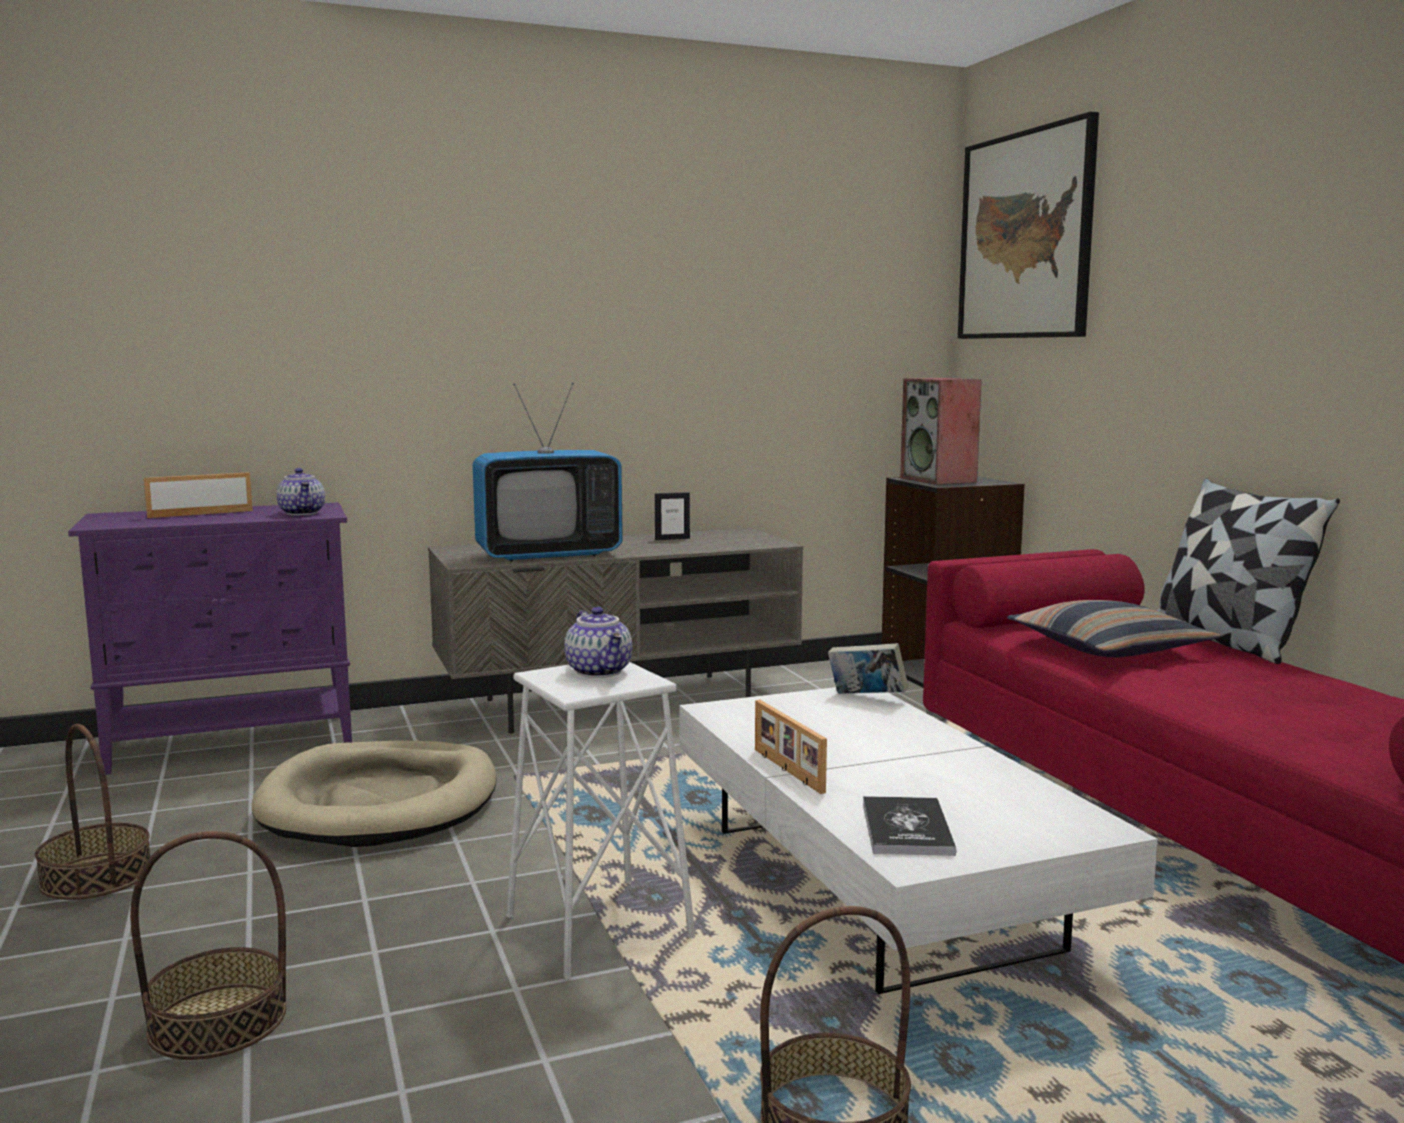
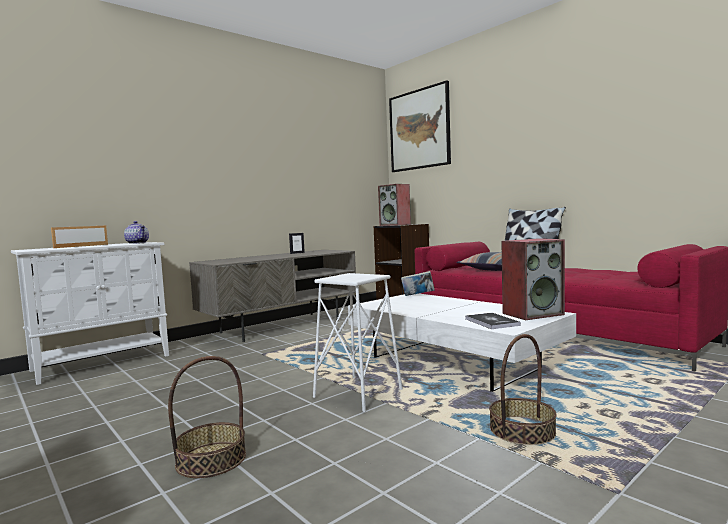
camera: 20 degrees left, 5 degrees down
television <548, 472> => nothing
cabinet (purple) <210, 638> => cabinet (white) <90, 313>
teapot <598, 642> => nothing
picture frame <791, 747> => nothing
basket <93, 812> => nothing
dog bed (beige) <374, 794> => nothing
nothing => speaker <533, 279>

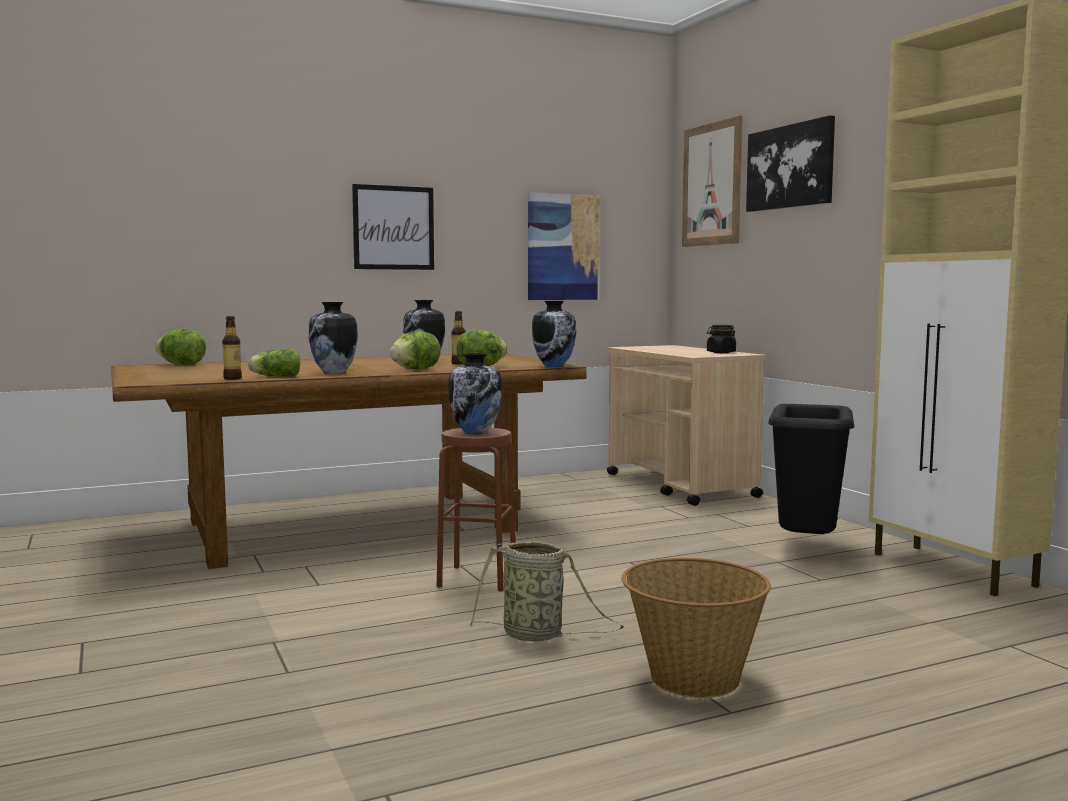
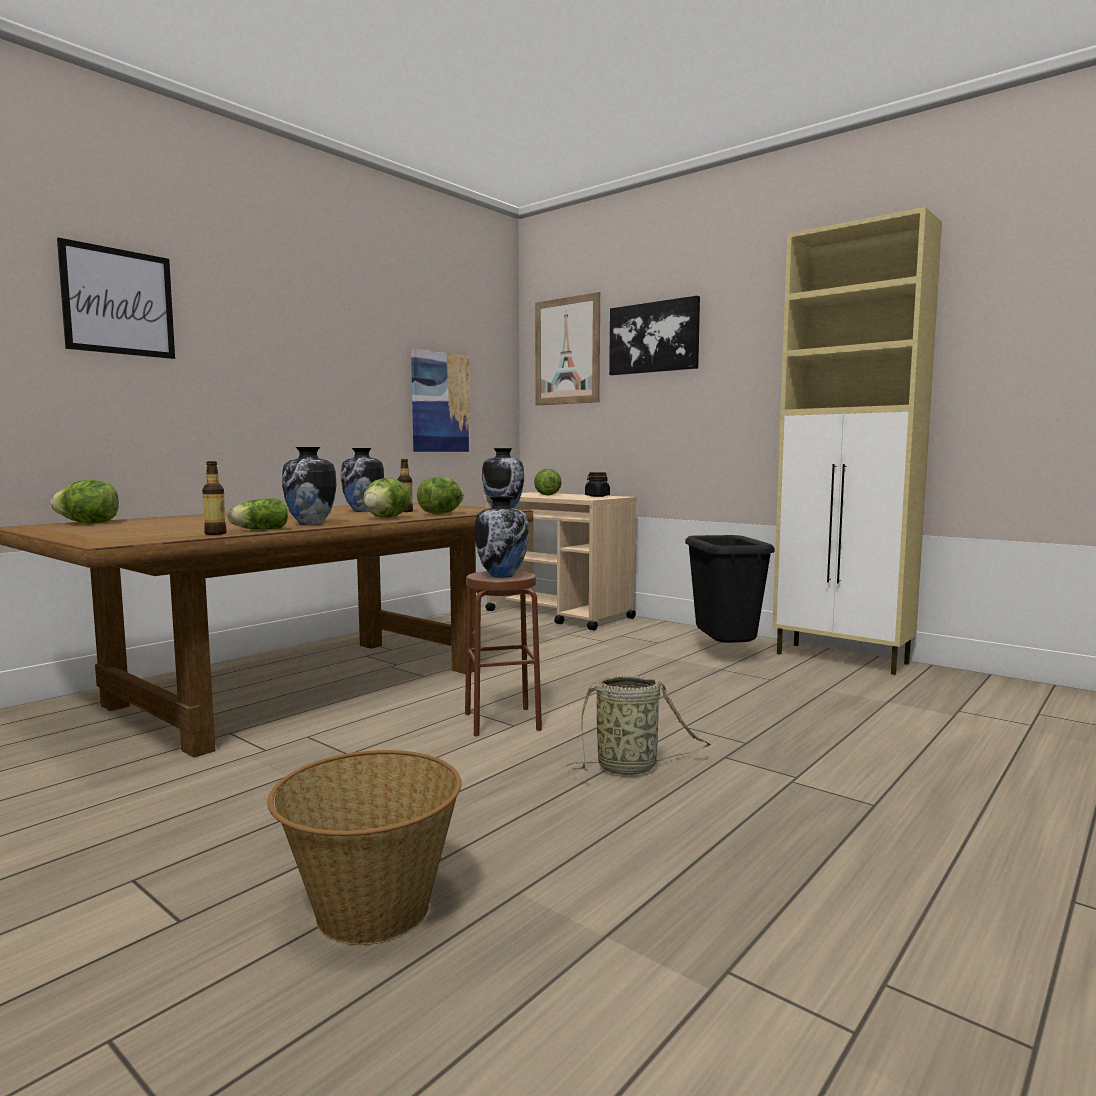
camera: 25 degrees left, 0 degrees up
picture <393, 227> => picture <116, 298>, relocated
basket <696, 628> => basket <364, 847>, relocated
nothing => lettuce <548, 482>

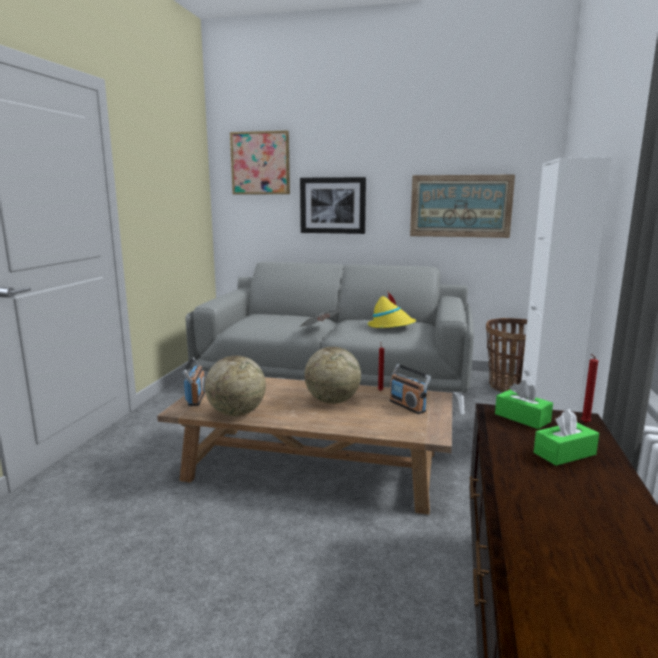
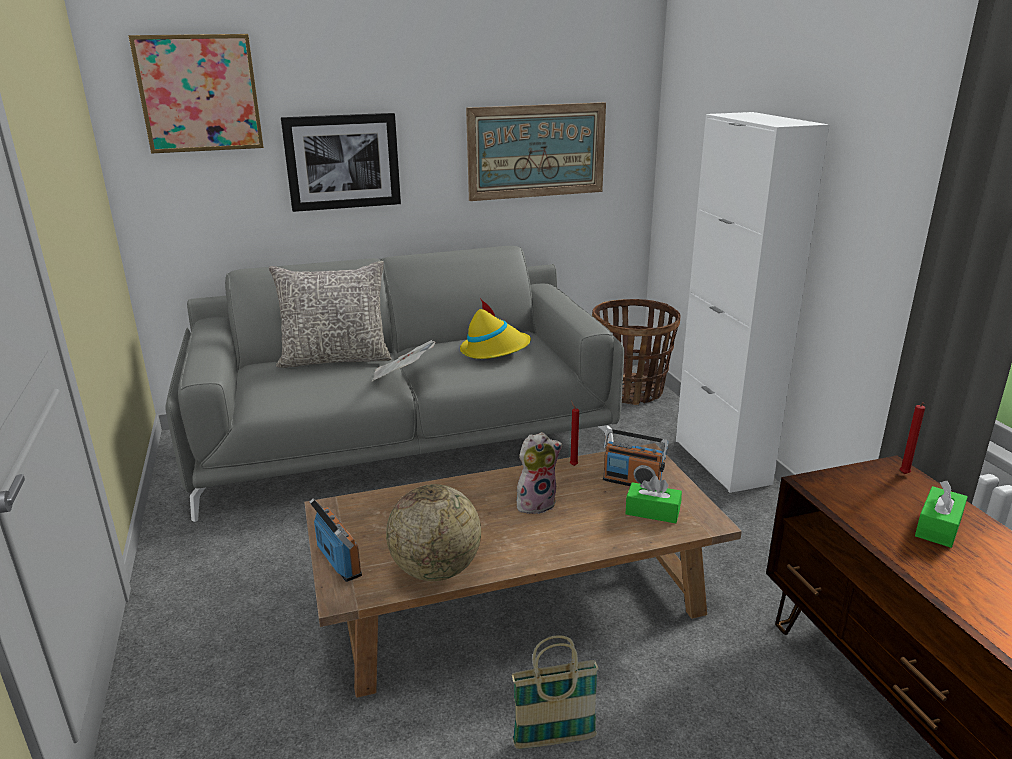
camera: 30 degrees left, 10 degrees up
globe <332, 375> => plush toy <539, 473>
tissue box (green) <524, 404> => tissue box (green) <653, 499>, relocated
nothing => pillow (grey) <330, 314>
nothing => basket <555, 692>

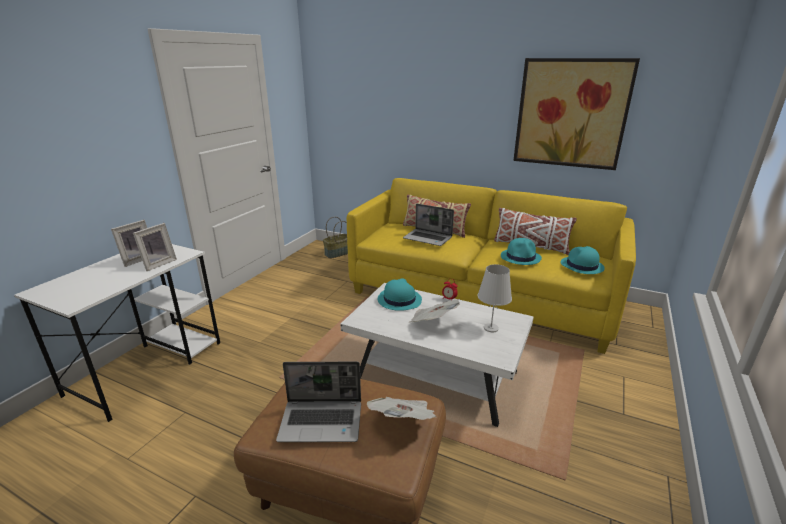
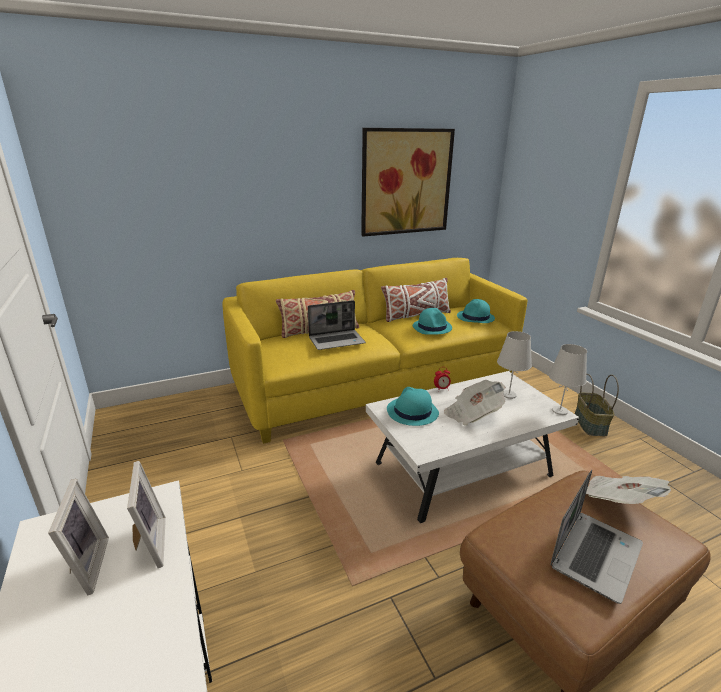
camera: 50 degrees left, 0 degrees up
basket <335, 237> => basket <597, 405>, relocated
nothing => table lamp (white) <568, 379>

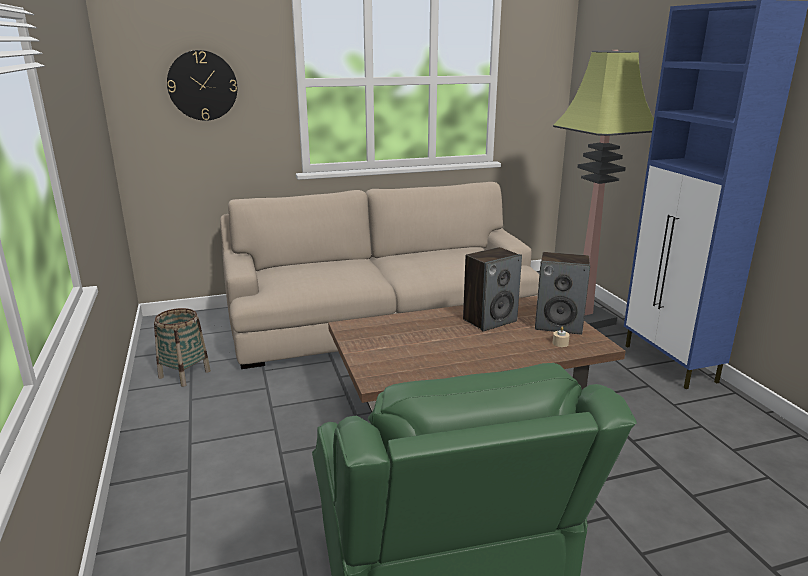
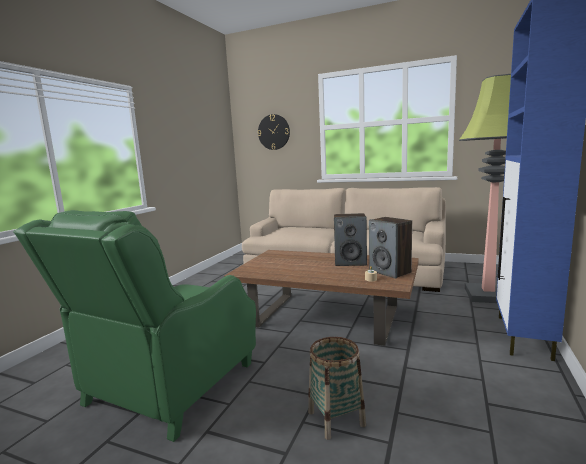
camera: 40 degrees right, 10 degrees down
basket <182, 347> => basket <337, 388>, relocated

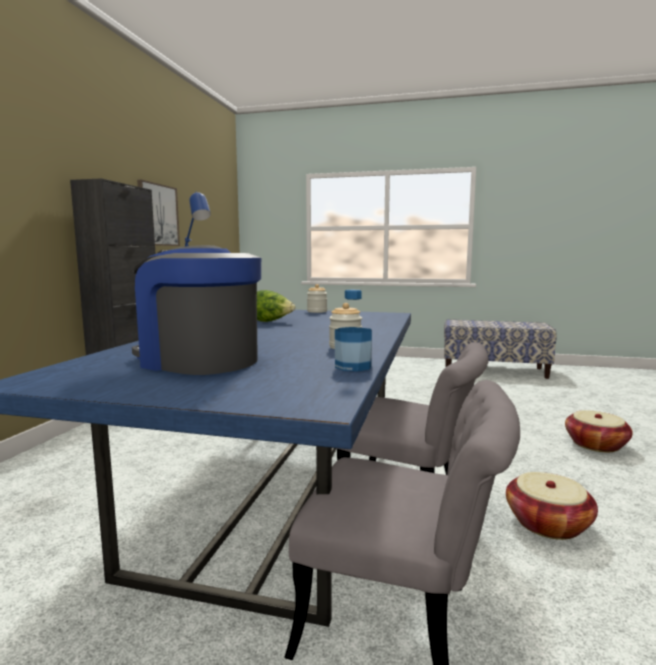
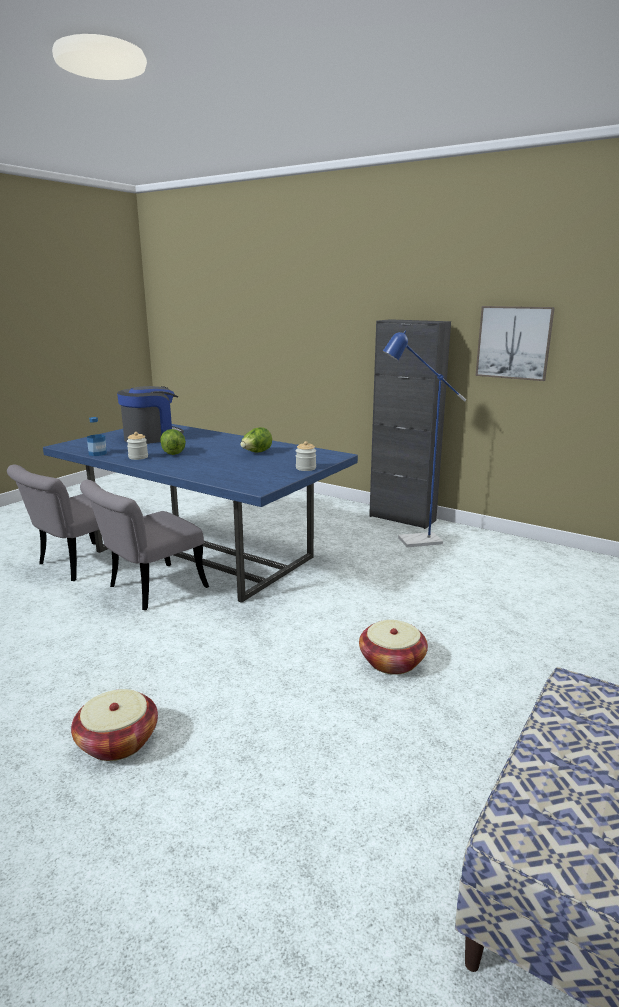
camera: 110 degrees right, 10 degrees up
basket <552, 506> => basket <393, 647>, relocated
nothing => lettuce <173, 442>

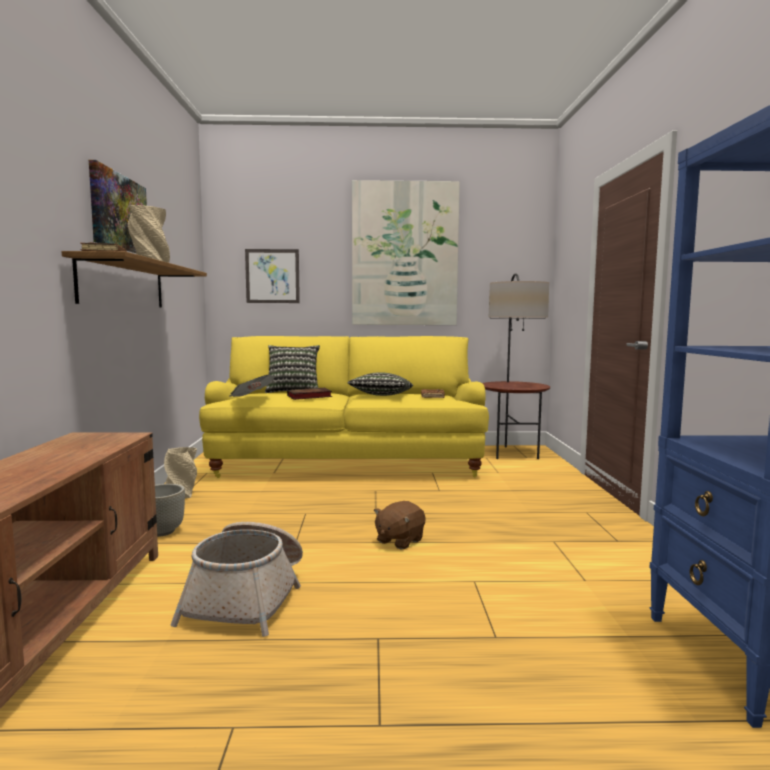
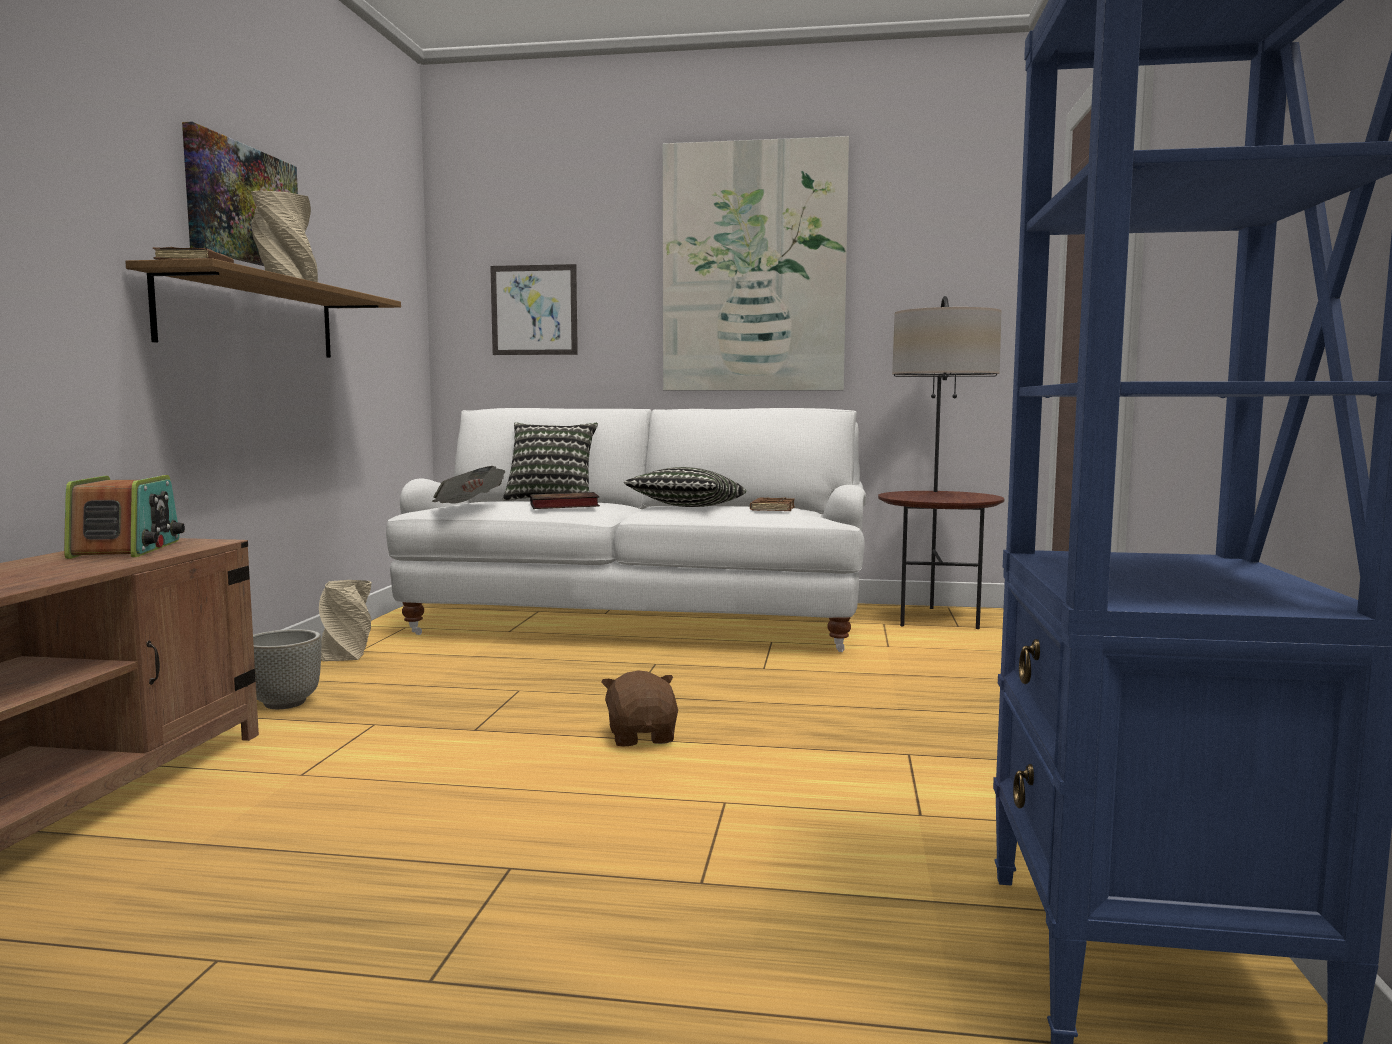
camera: 10 degrees right, 0 degrees up
sofa (yellow) <344, 407> => sofa (white) <626, 530>
plush toy (brown) <400, 525> => plush toy (brown) <639, 709>, 120 degrees clockwise
basket <236, 579> => nothing
nothing => radio <124, 517>

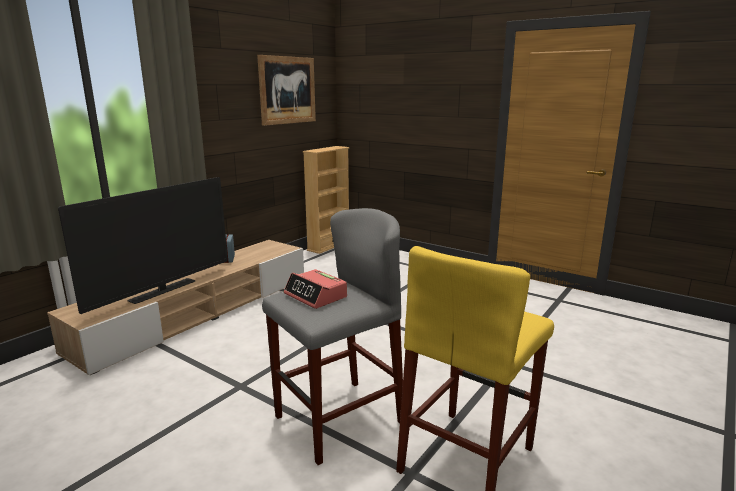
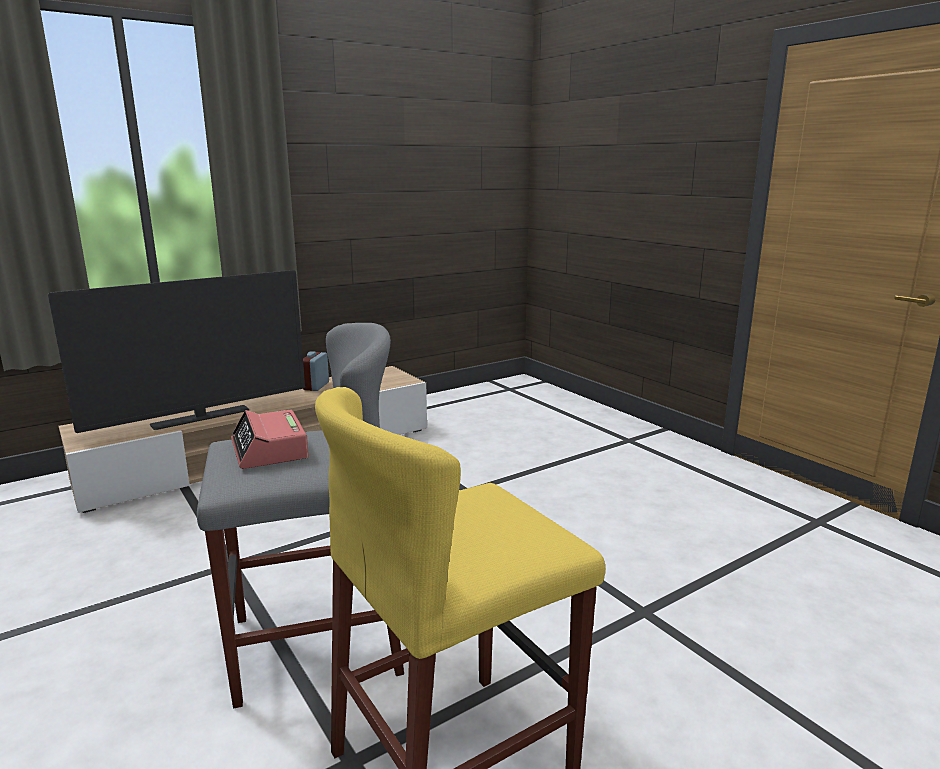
camera: 20 degrees right, 0 degrees up
picture <286, 90> => nothing
bookcase (beige) <326, 200> => nothing

